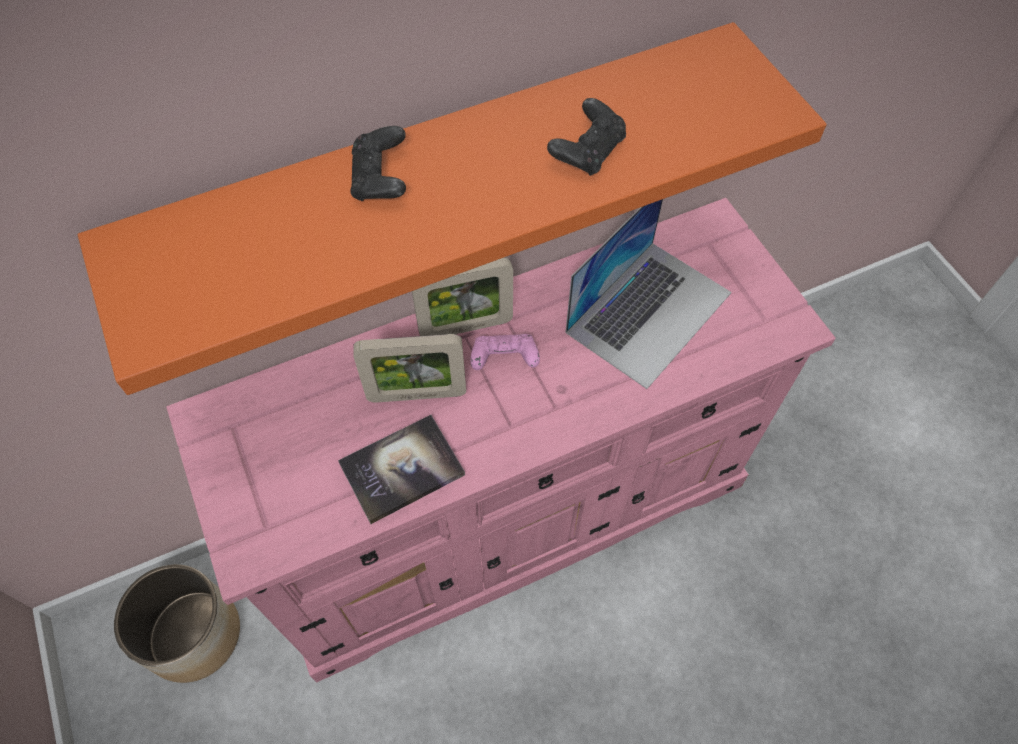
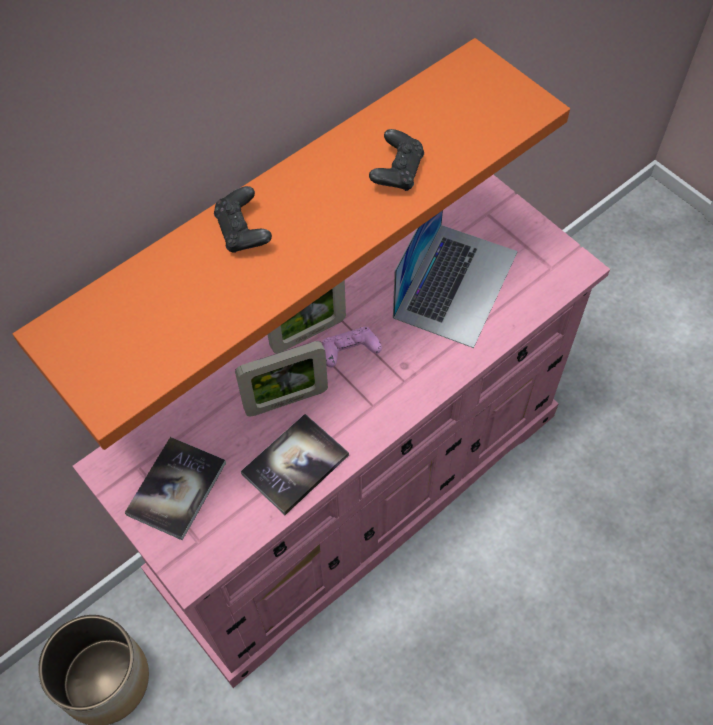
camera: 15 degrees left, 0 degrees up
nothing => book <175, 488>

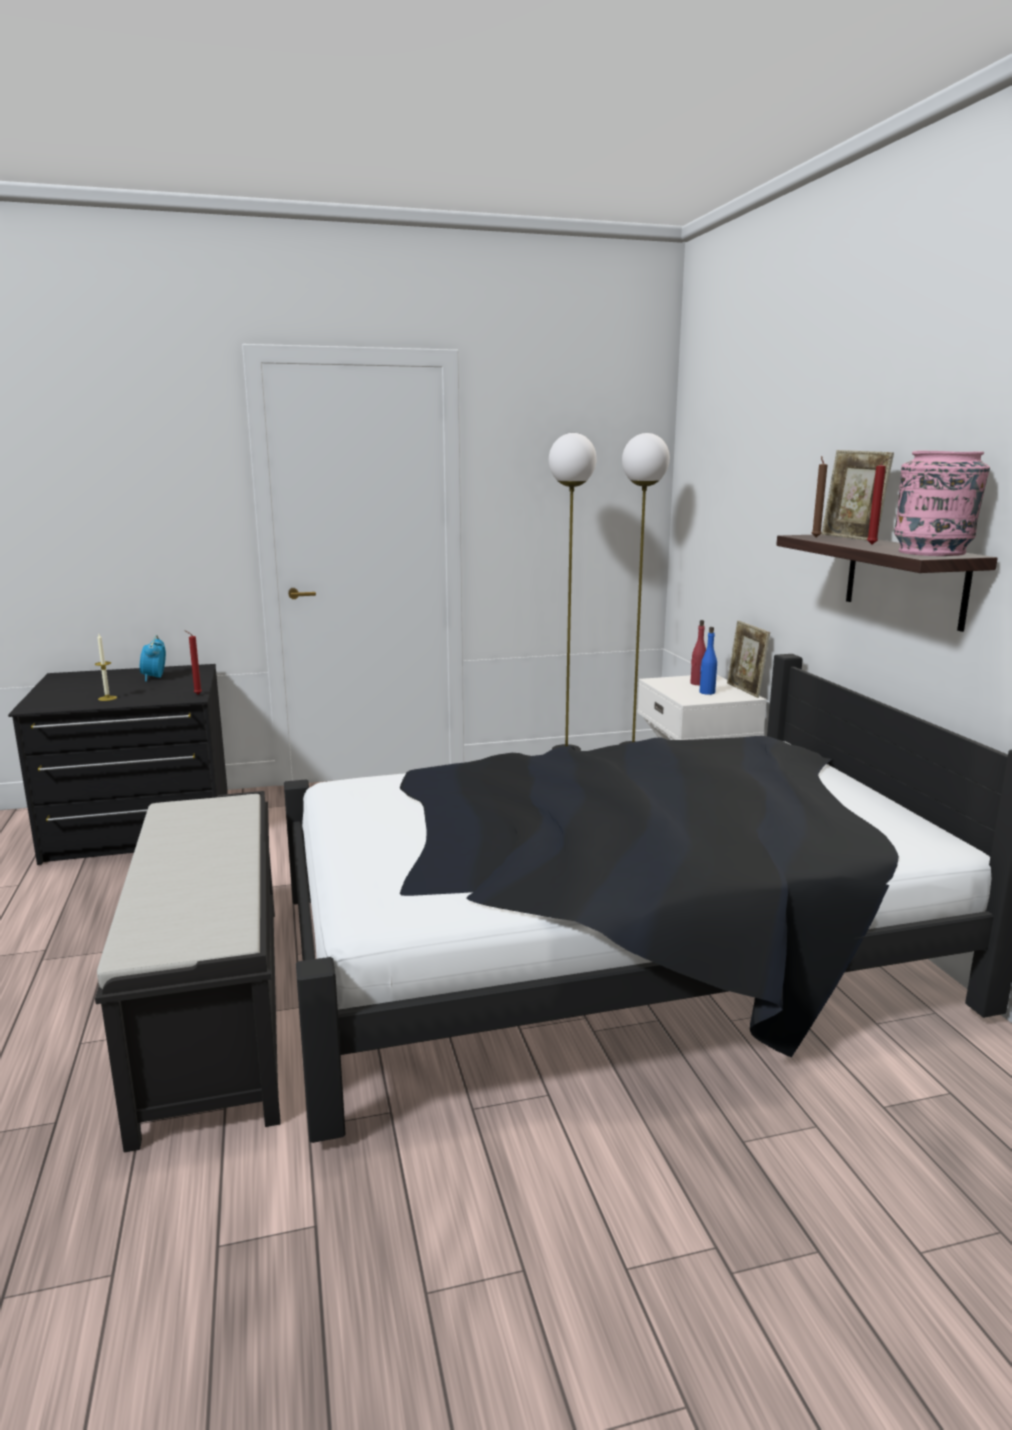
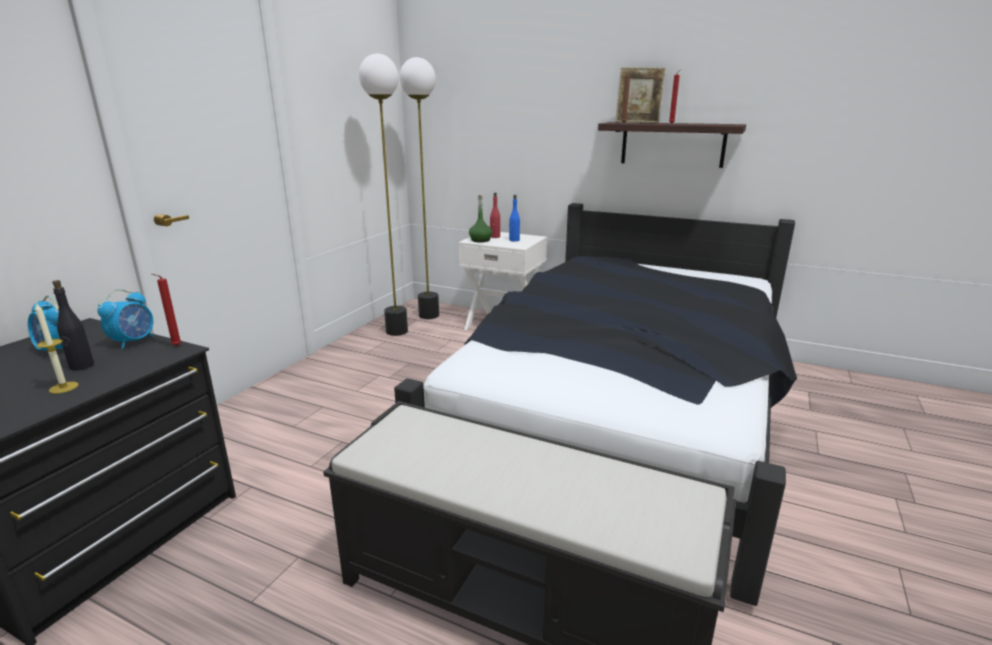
camera: 50 degrees left, 5 degrees up
vase (pink) <942, 503> => nothing
picture frame <748, 659> => nothing
nothing => bottle (green) <480, 218>
nothing => bottle (black) <73, 325>
nothing => alarm clock <125, 319>

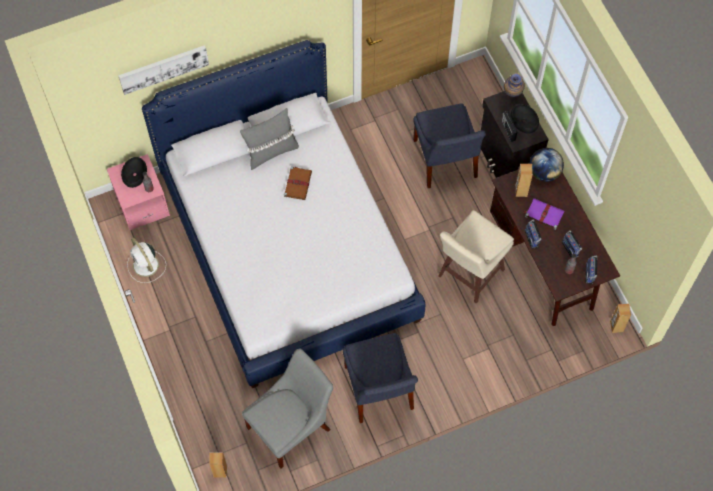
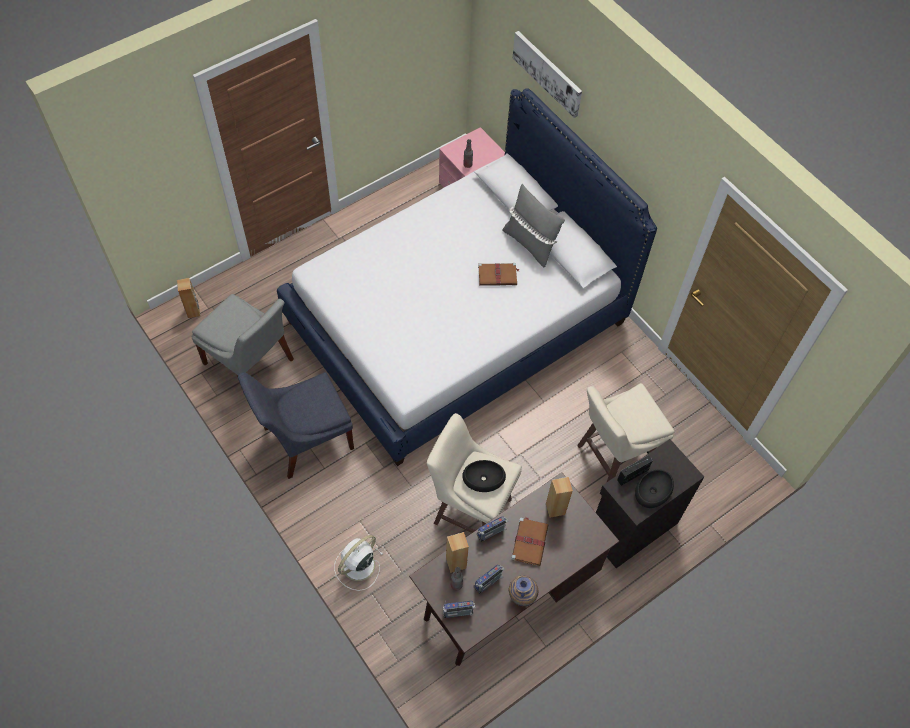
camera: 75 degrees right, 5 degrees down
vase <514, 85> => vase <523, 590>, relocated
chair (blue) <449, 145> => stool (beige) <625, 432>
globe <547, 165> => nothing
bowl (black) <134, 172> => bowl (black) <484, 476>, relocated
book (purple) <544, 214> => book (brown) <530, 541>
fan (white) <146, 260> => fan (white) <358, 563>, relocated
speaker (brown) <620, 318> => speaker (brown) <457, 552>, relocated

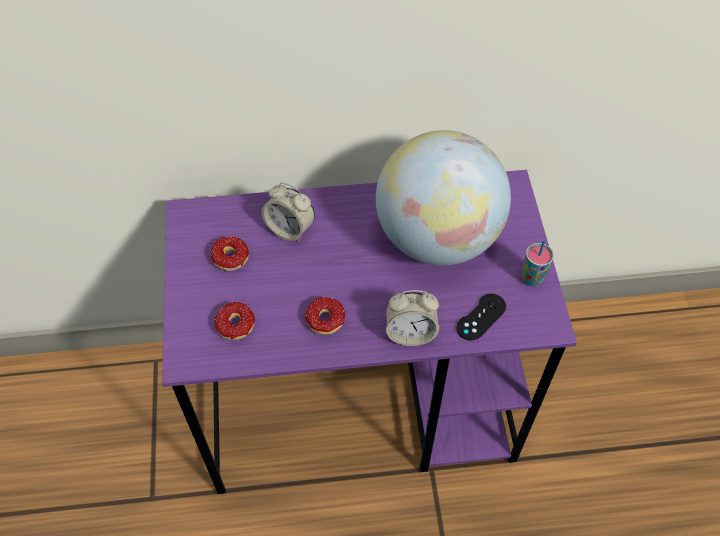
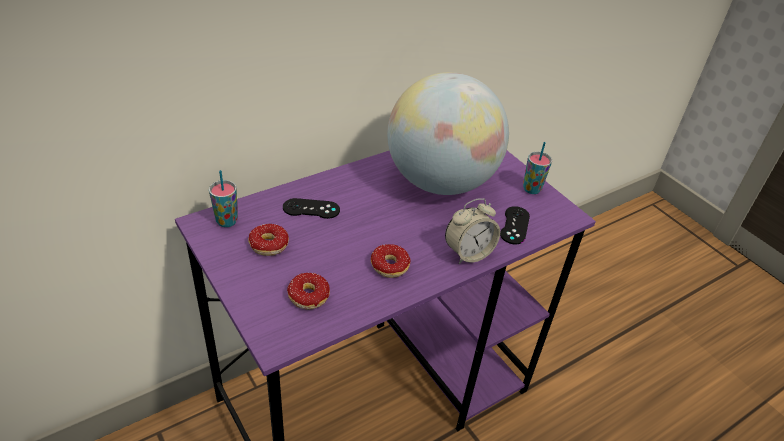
camera: 30 degrees left, 15 degrees down
alarm clock <288, 212> => game controller (black) <311, 208>
nothing => cup <223, 198>

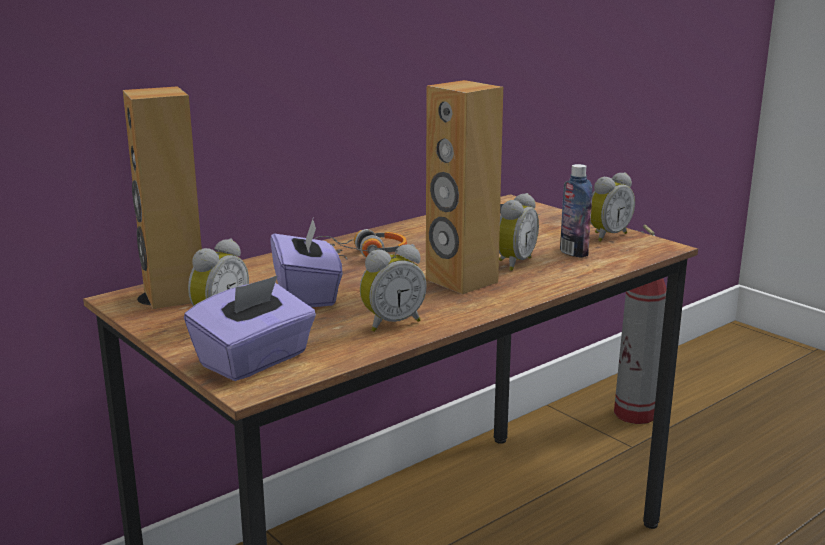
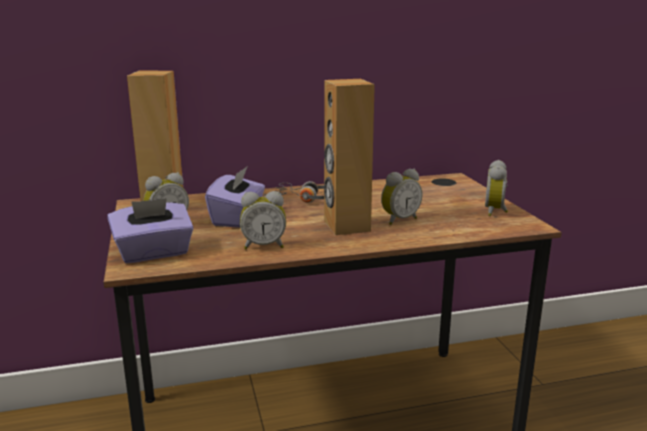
camera: 25 degrees right, 0 degrees up
bottle <576, 211> => nothing
alarm clock <613, 207> => alarm clock <496, 188>, 120 degrees clockwise
fire extinguisher <640, 324> => nothing

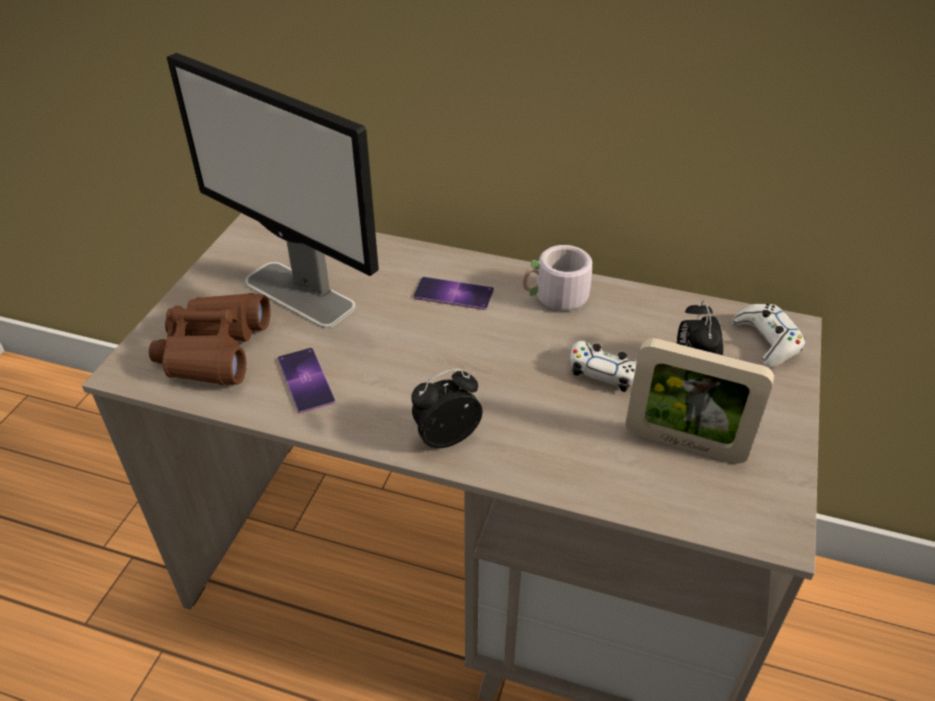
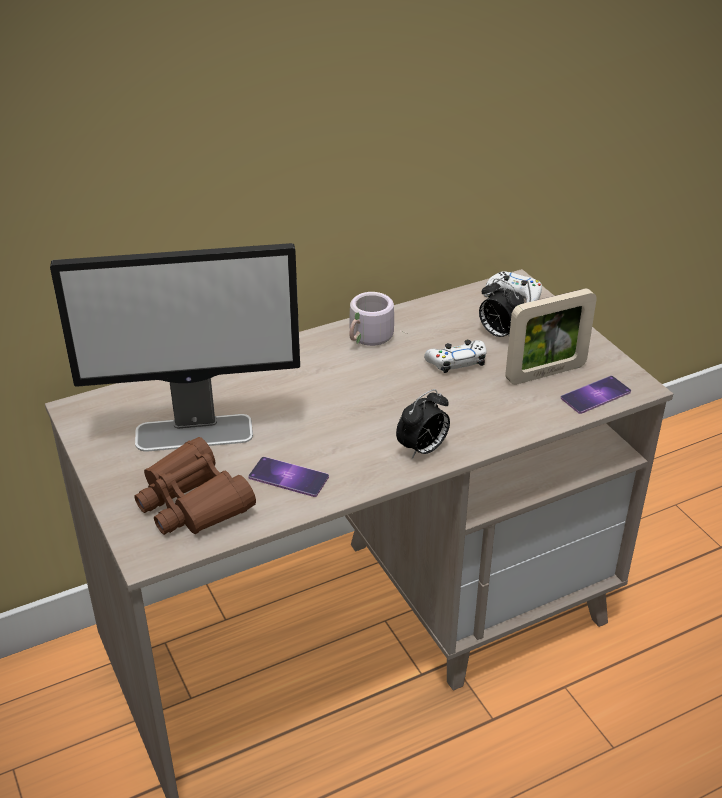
camera: 45 degrees left, 5 degrees down
phone <454, 293> => phone <596, 395>, relocated
alarm clock <447, 408> => alarm clock <423, 424>, 150 degrees counterclockwise

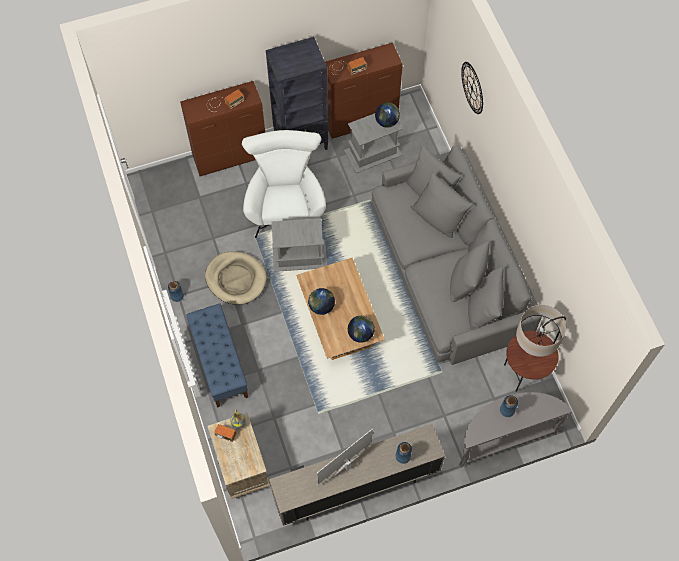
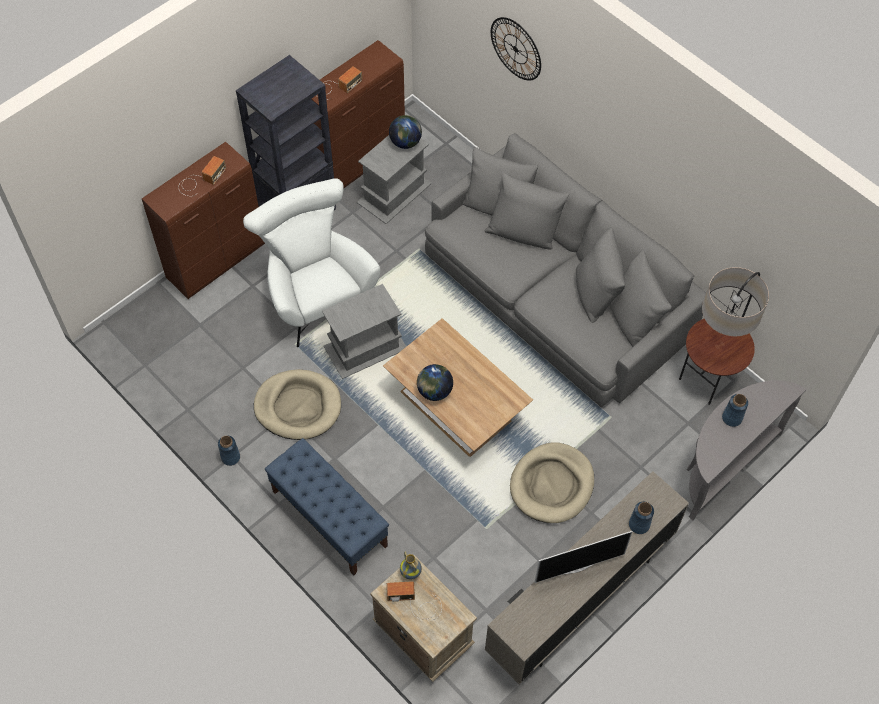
camera: 25 degrees left, 5 degrees down
globe <361, 329> => nothing
television <345, 457> => television <584, 557>, 135 degrees counterclockwise
nothing => dog bed (beige) <552, 482>

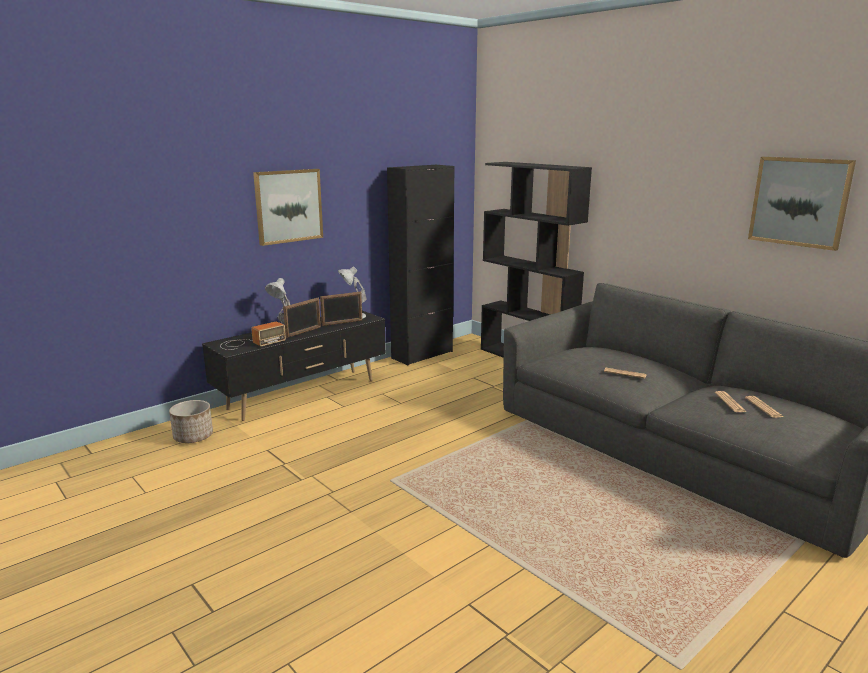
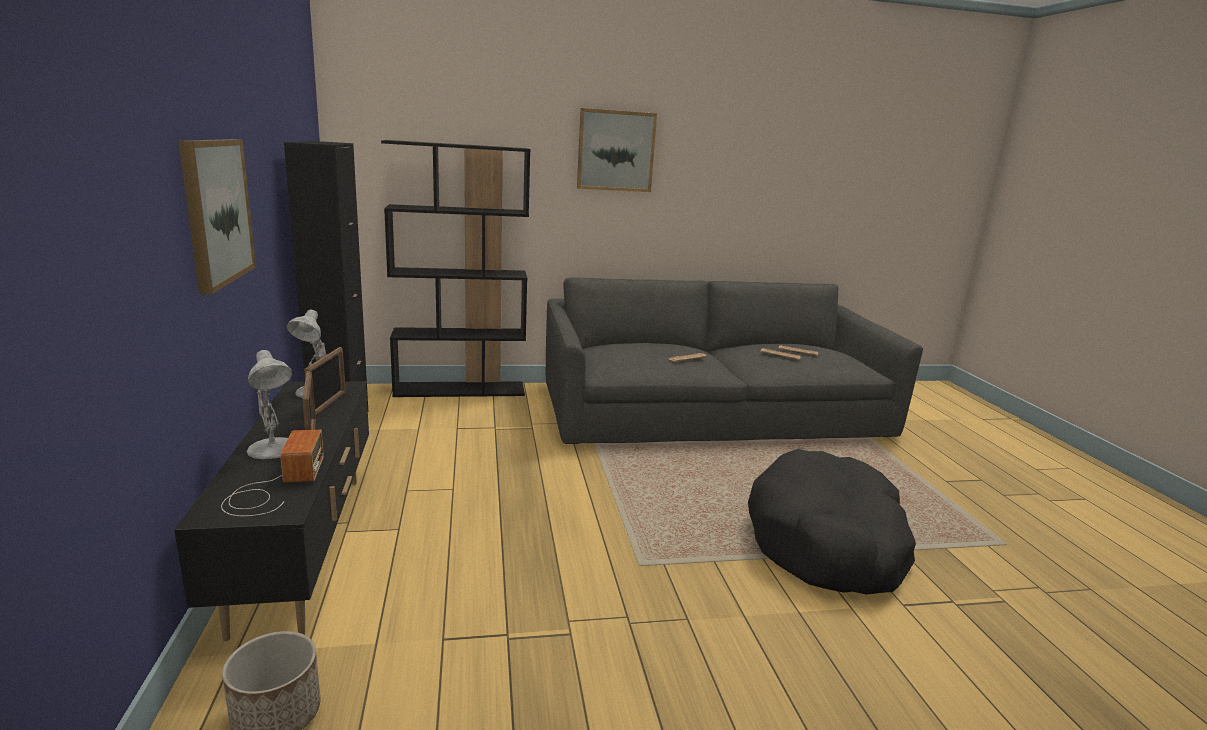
camera: 60 degrees left, 0 degrees up
picture <802, 203> => picture <617, 150>, relocated
nothing => dog bed (black) <832, 522>

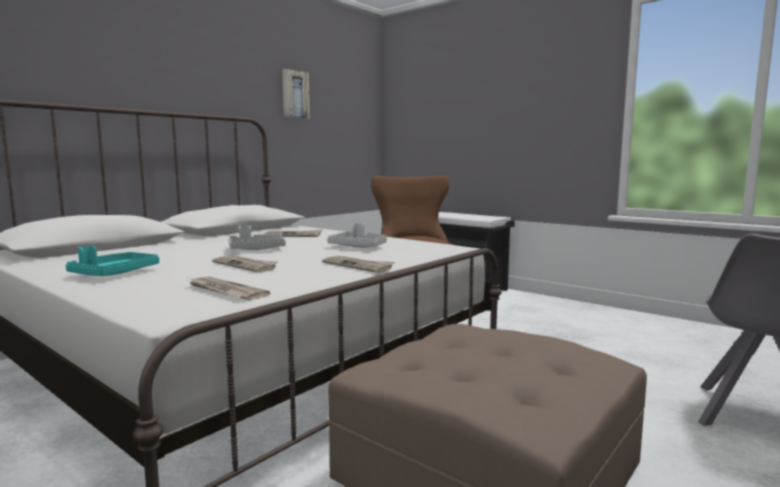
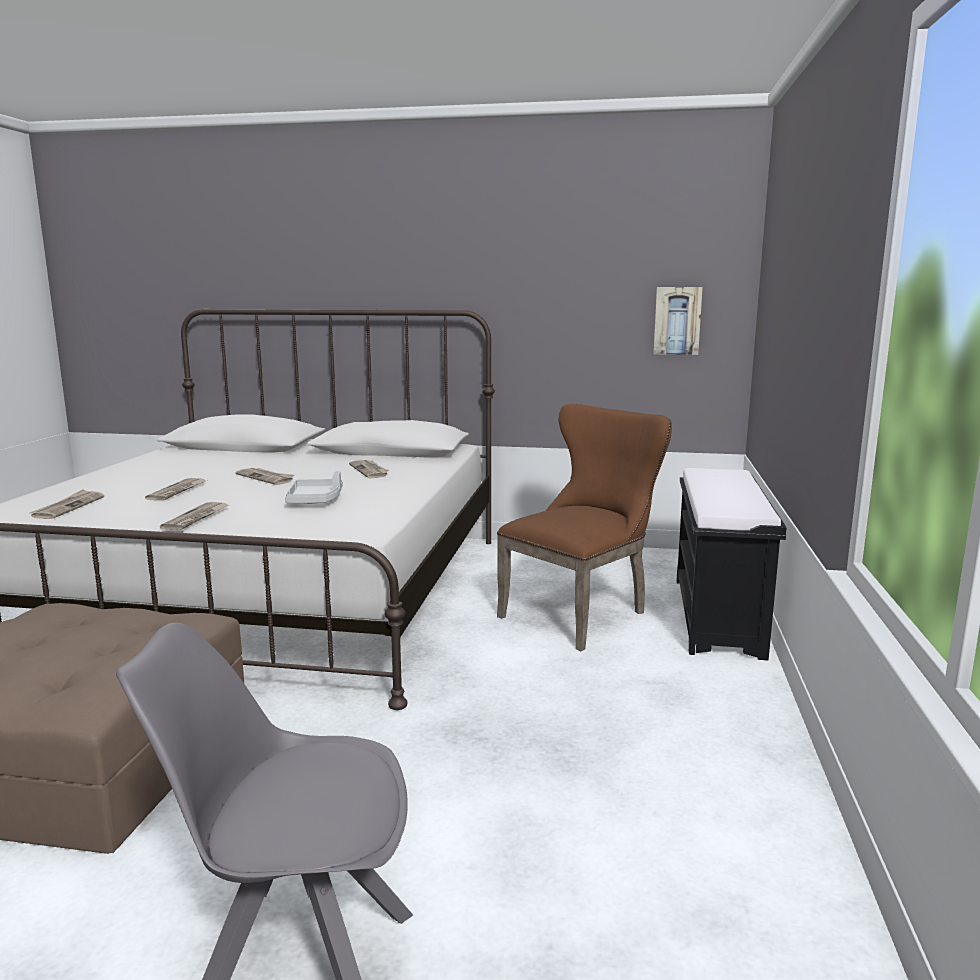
camera: 60 degrees right, 5 degrees up
picture <296, 94> => picture <678, 321>, relocated
tray (grey) <257, 238> => newspaper <264, 476>
tray (turquoise) <112, 261> => nothing

